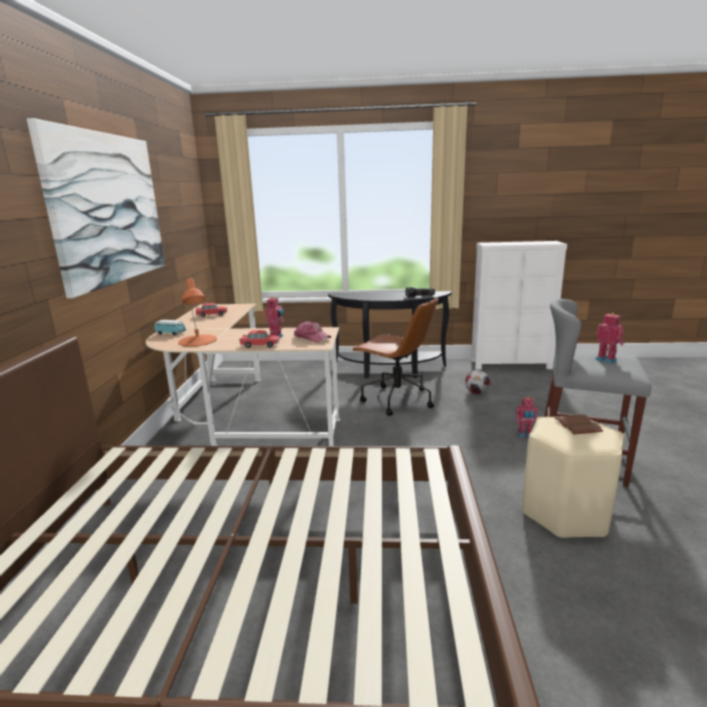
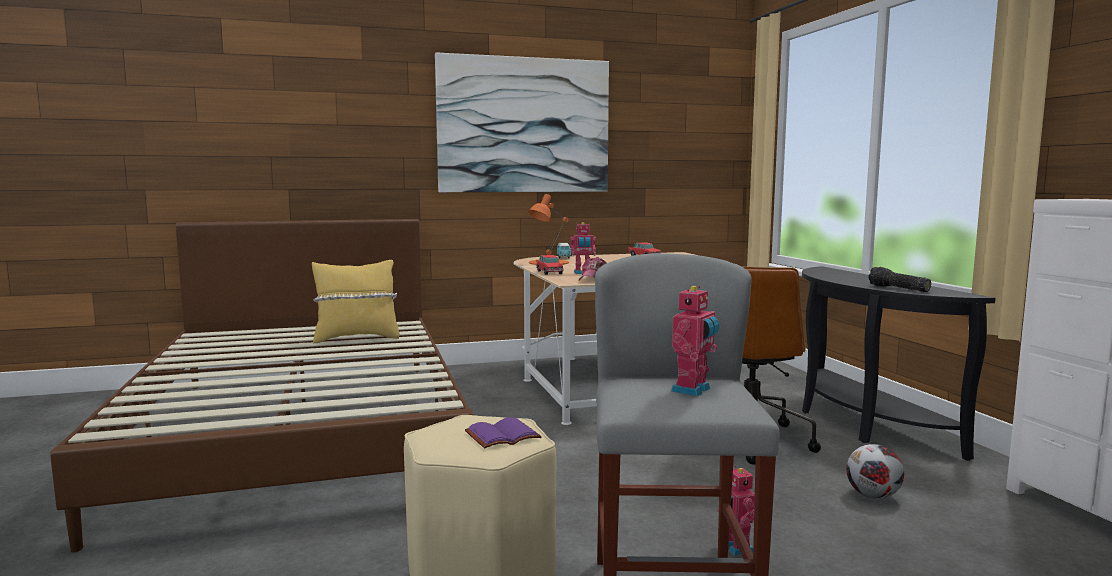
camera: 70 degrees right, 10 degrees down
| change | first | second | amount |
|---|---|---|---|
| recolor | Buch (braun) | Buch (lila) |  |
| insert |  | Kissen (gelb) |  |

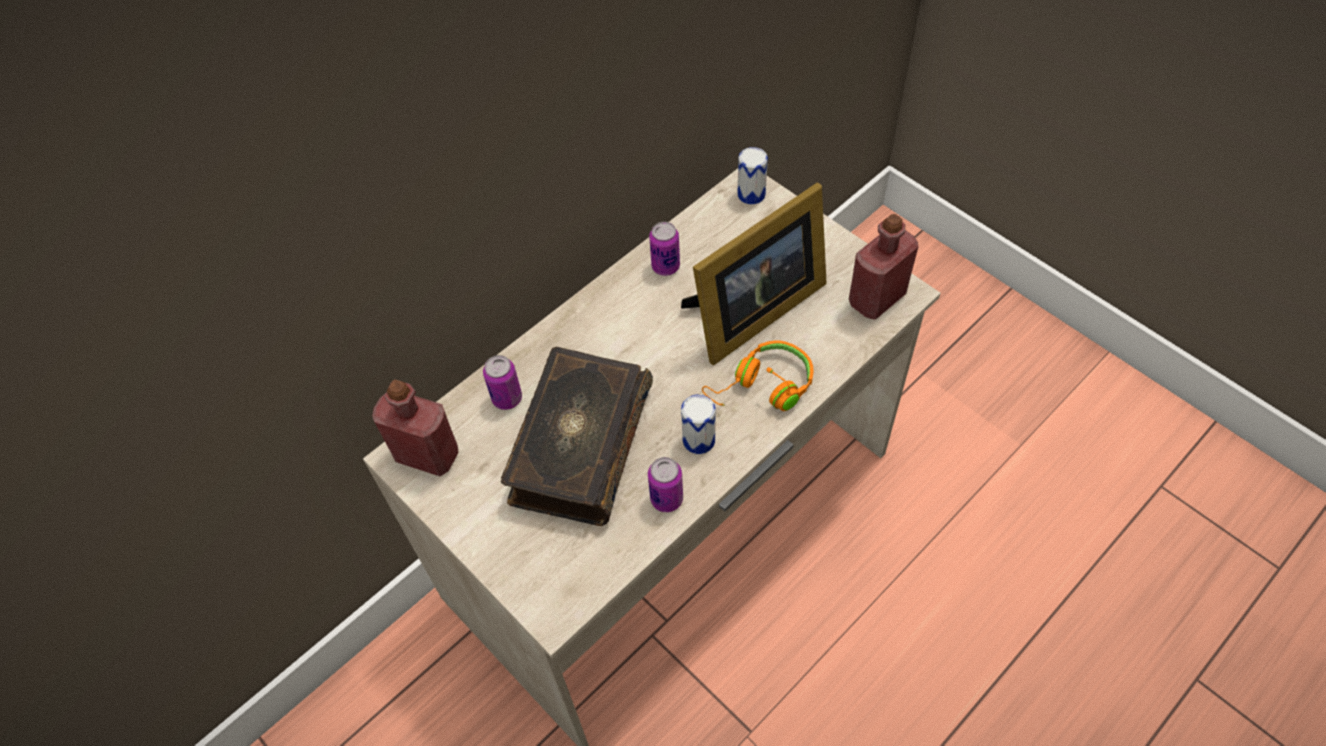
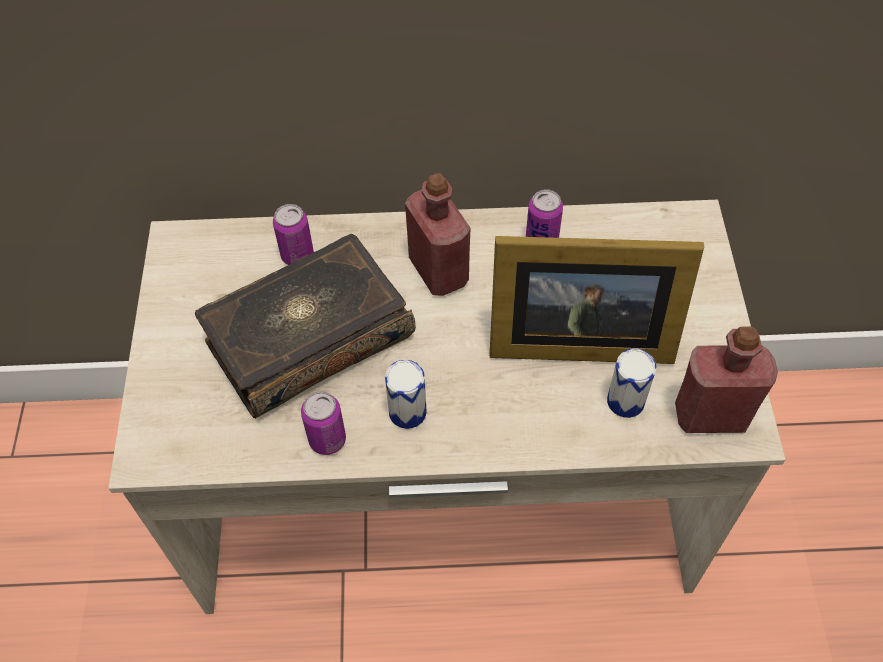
camera: 40 degrees right, 0 degrees up
| change | first | second | amount |
|---|---|---|---|
| move | Dose (5th from left) |  |  |
| delete | Kopfhörer (orange) |  |  |
| move | Flasche (rot) (1st from left) |  |  |

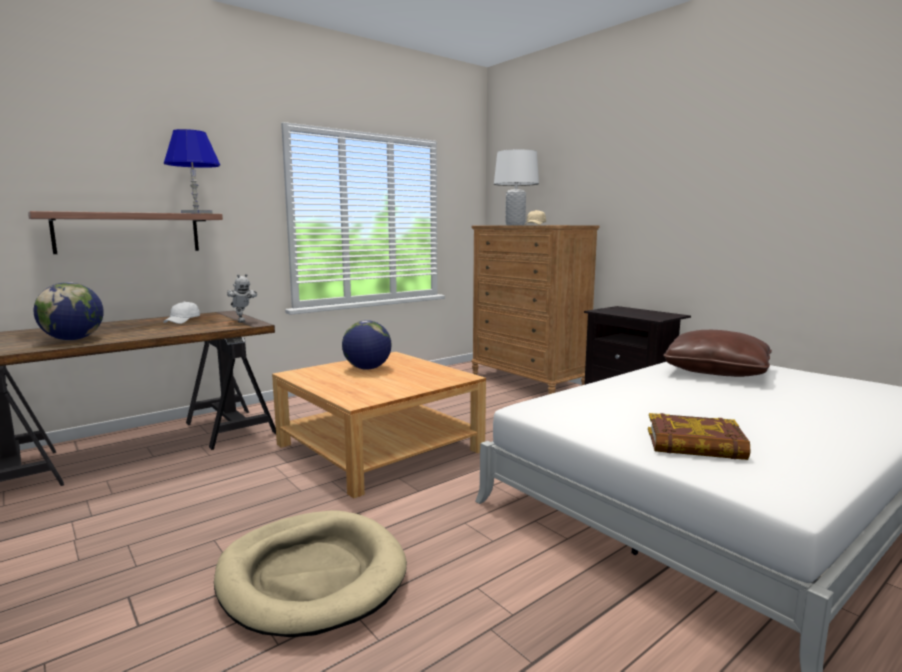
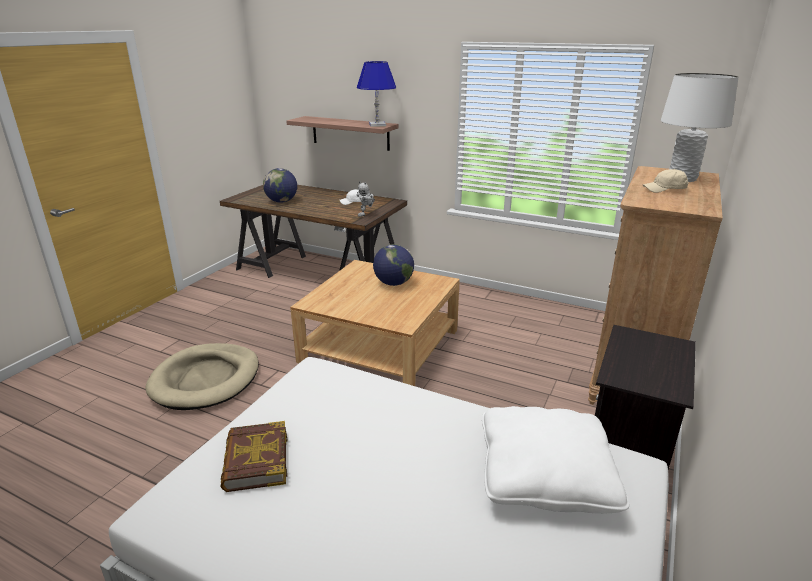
camera: 65 degrees right, 15 degrees up
| change | first | second | amount |
|---|---|---|---|
| recolor | Kissen (braun) | Kissen (weiß) |  |

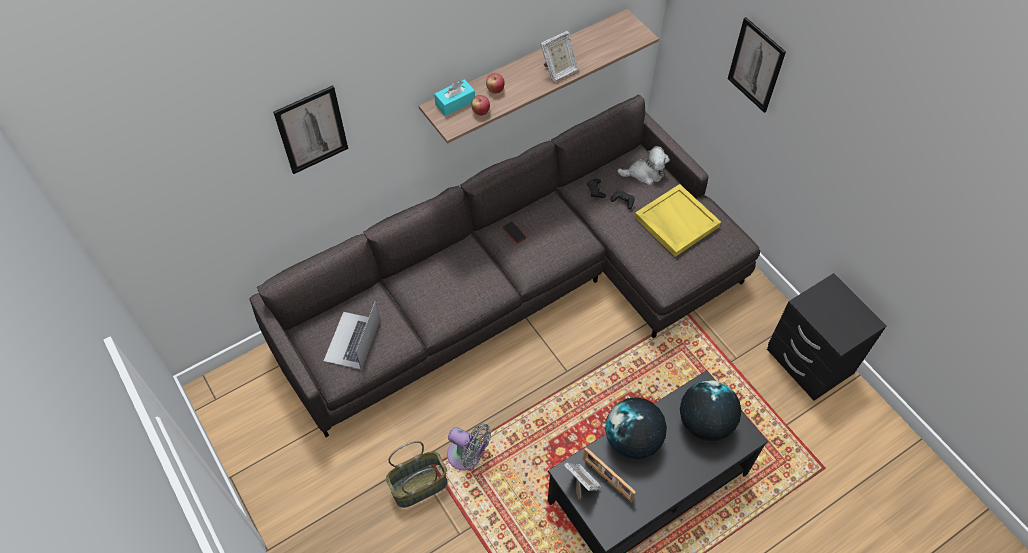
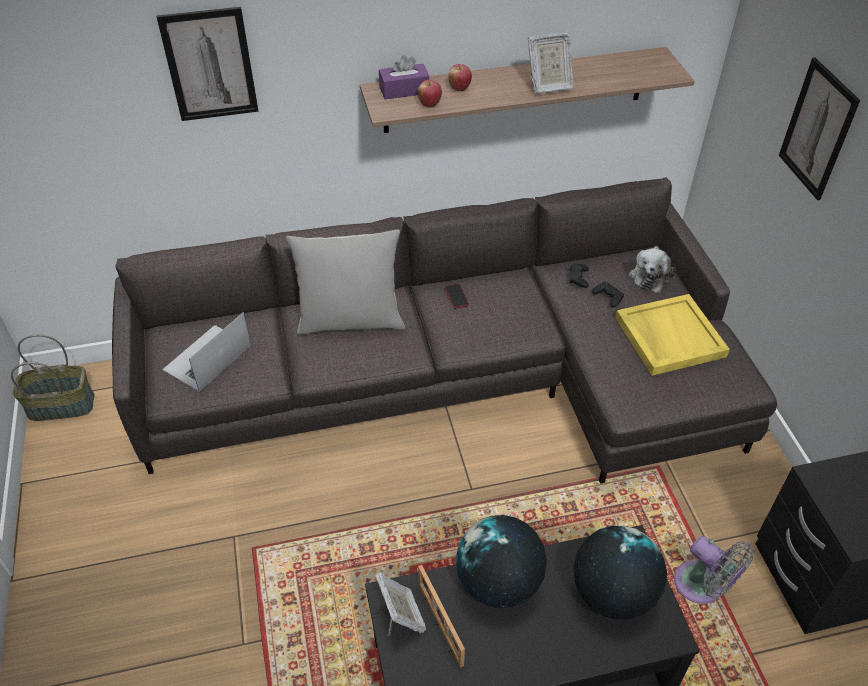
camera: 20 degrees right, 10 degrees down
| change | first | second | amount |
|---|---|---|---|
| recolor | Taschentuchbox (türkis) | Taschentuchbox (lila) |  |
| rotate | Plüschtier |  | 90 degrees clockwise |
| move | Ventilator (grau) |  |  |
| move | Korb |  |  |
| insert |  | Kissen (grau) |  |

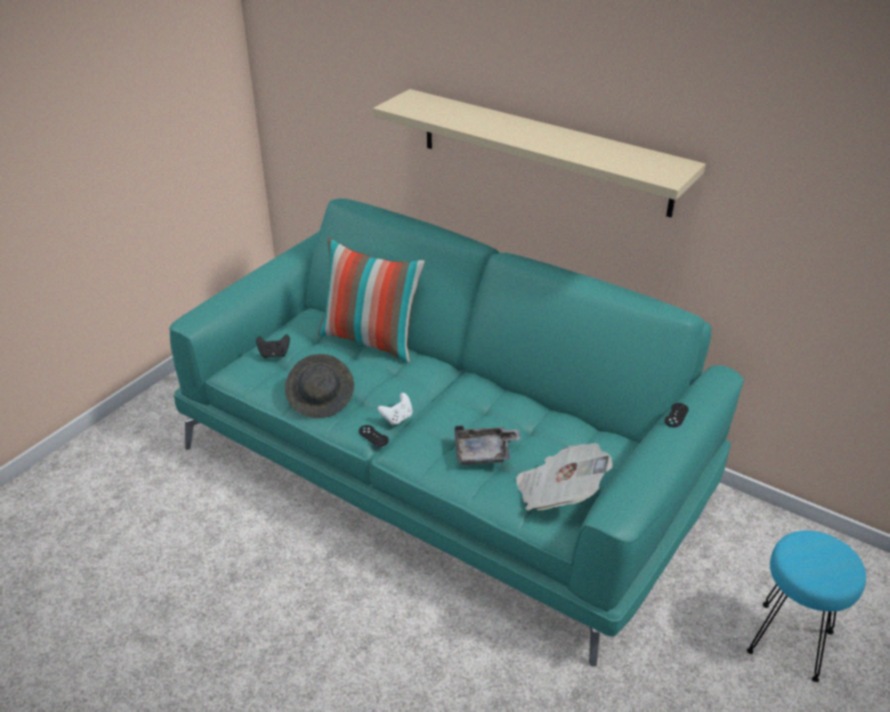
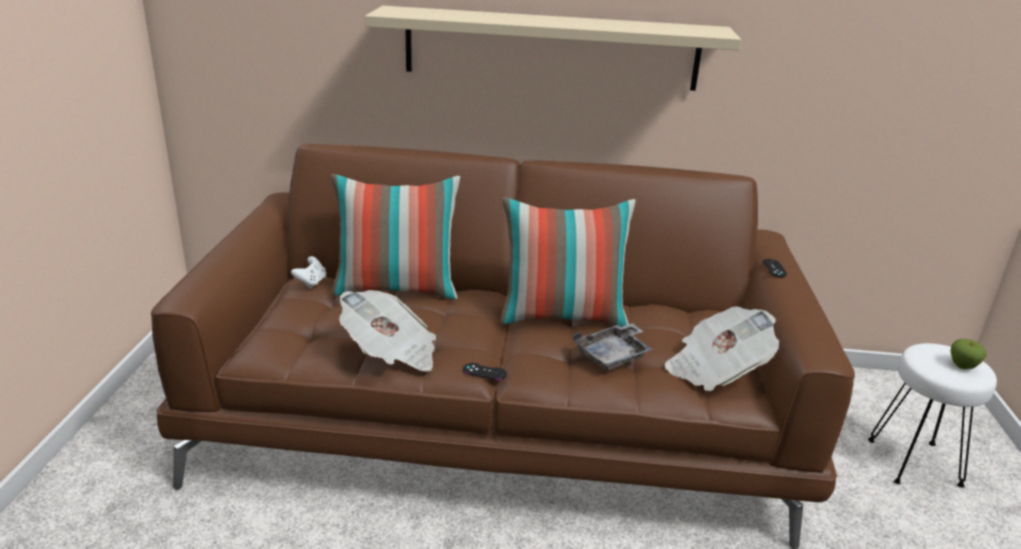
camera: 30 degrees left, 10 degrees down
| change | first | second | amount |
|---|---|---|---|
| recolor | Sofa (türkis) | Sofa (braun) |  |
| delete | Gamepad (schwarz) (1st from left) |  |  |
| replace | Hut (grau) | Zeitung (1st from left) |  |
| move | Gamepad (weiß) |  |  |
| recolor | Hocker (türkis) | Hocker (weiß) |  |
| insert |  | Kissen (2nd from left) |  |
| insert |  | Apfel |  |

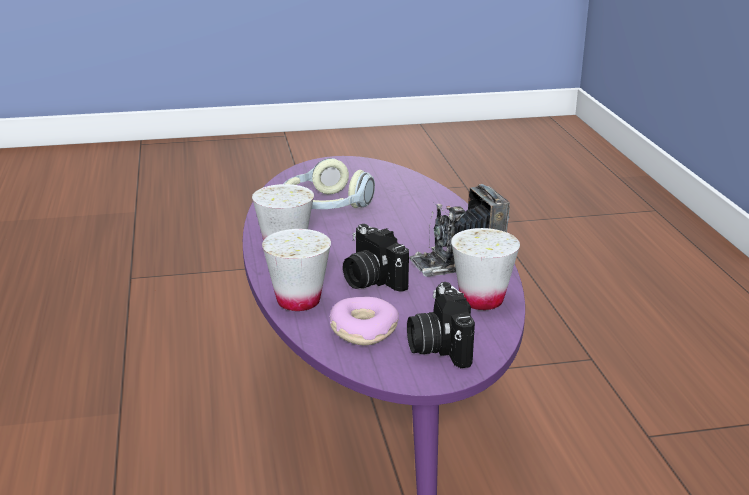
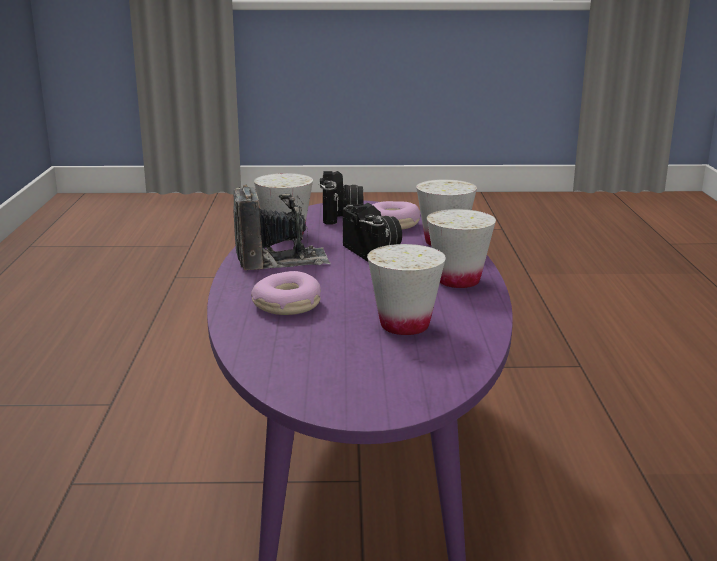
camera: 170 degrees left, 5 degrees down
| change | first | second | amount |
|---|---|---|---|
| replace | Kopfhörer | Tasse (weiß) (2nd from left) |  |
| insert |  | Donut (1st from left) |  |

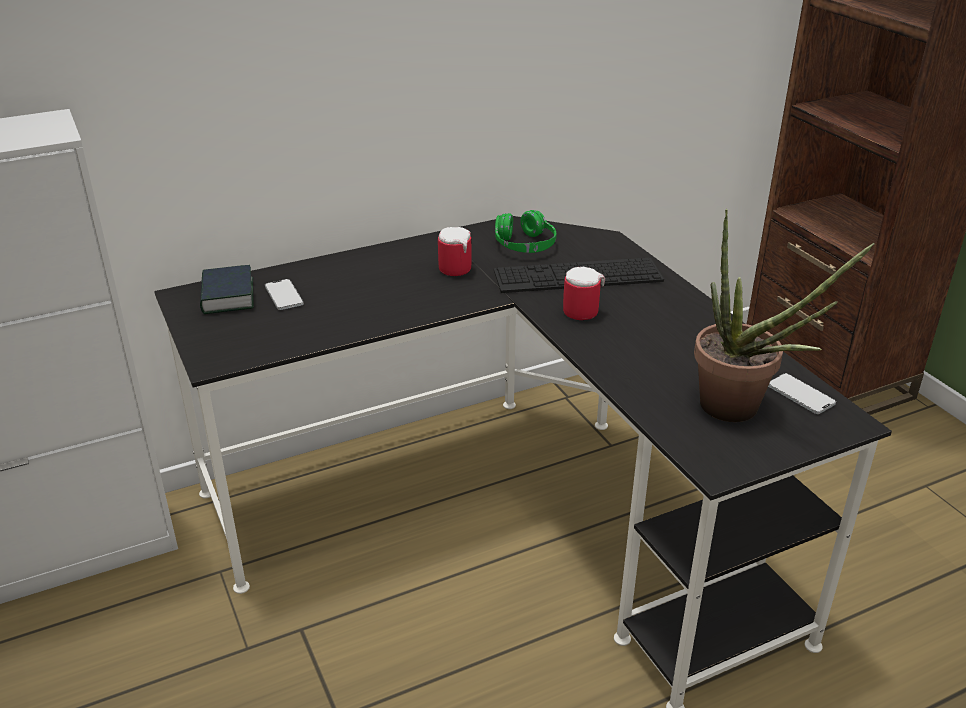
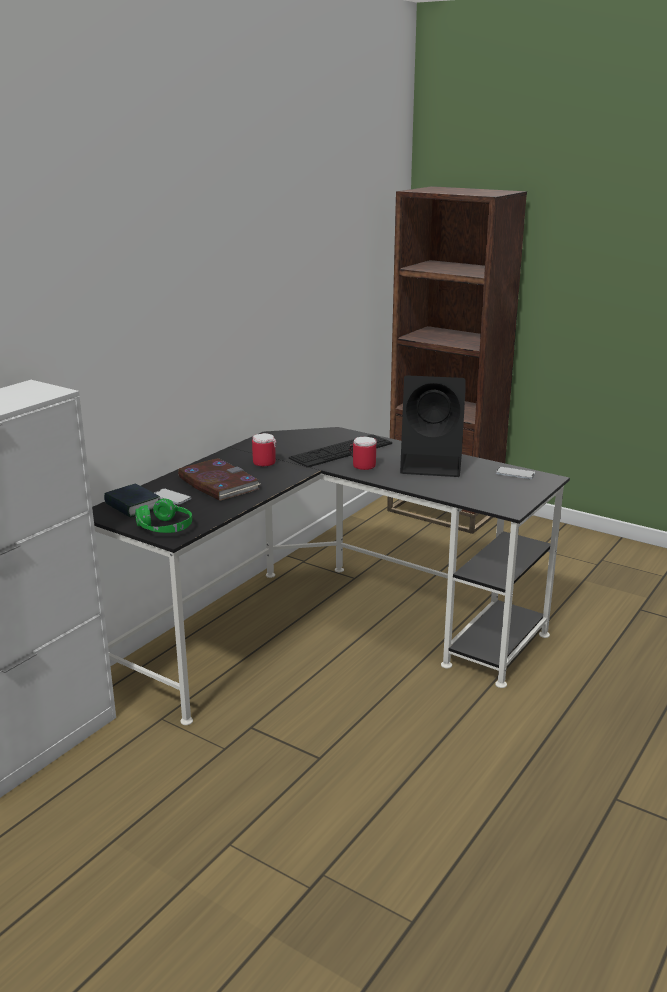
camera: 30 degrees left, 10 degrees down
| change | first | second | amount |
|---|---|---|---|
| delete | Topfpflanze |  |  |
| move | Kopfhörer (grün) |  |  |
| insert |  | Lautsprecher (schwarz) |  |
| insert |  | Buch (2nd from left) |  |

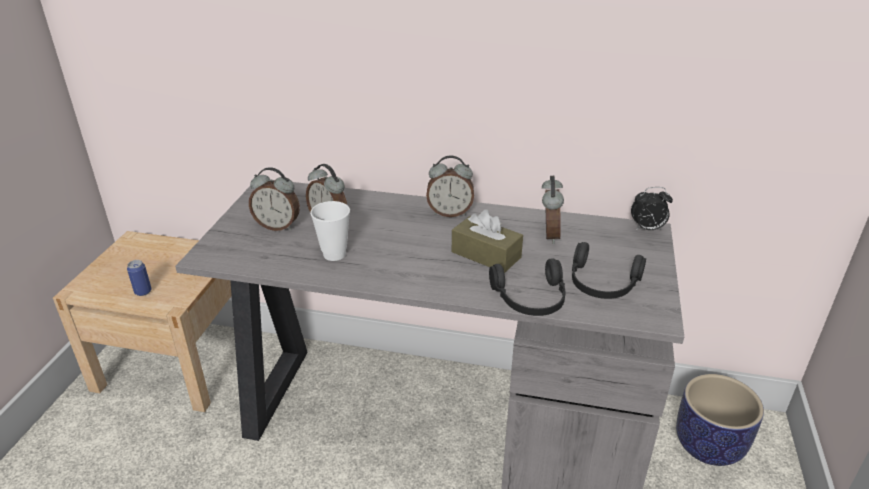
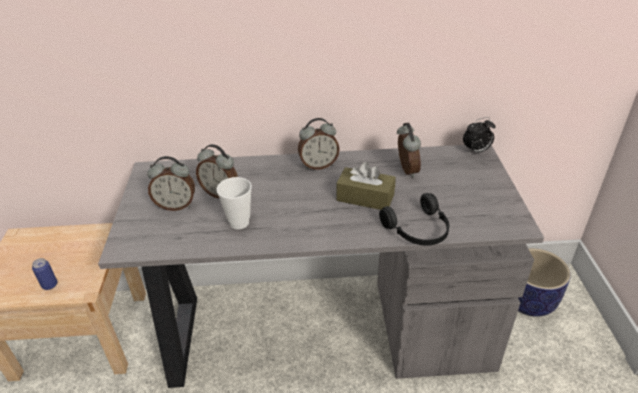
camera: 15 degrees left, 5 degrees up
| change | first | second | amount |
|---|---|---|---|
| delete | Kopfhörer (schwarz) (2nd from left) |  |  |

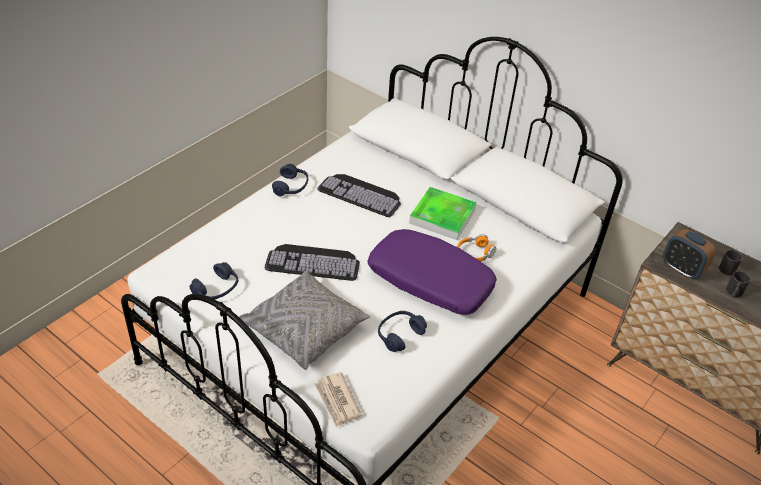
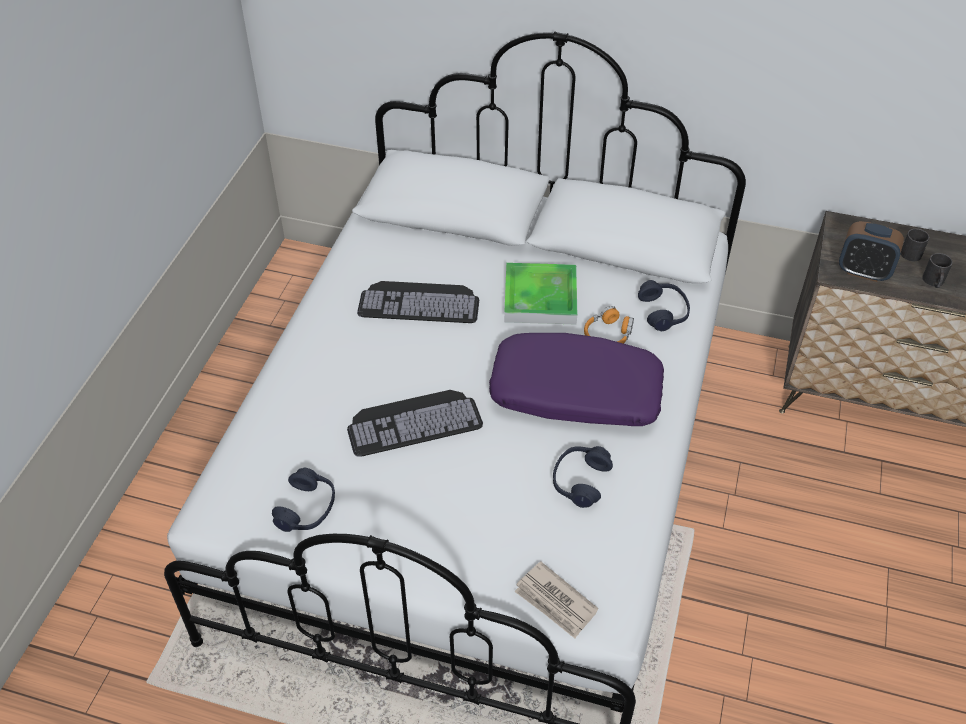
camera: 20 degrees left, 5 degrees up
| change | first | second | amount |
|---|---|---|---|
| move | Kopfhörer (blau) (2nd from left in the first image) | Kopfhörer (blau) (3rd from left) |  |
| delete | Kissen (grau) |  |  |

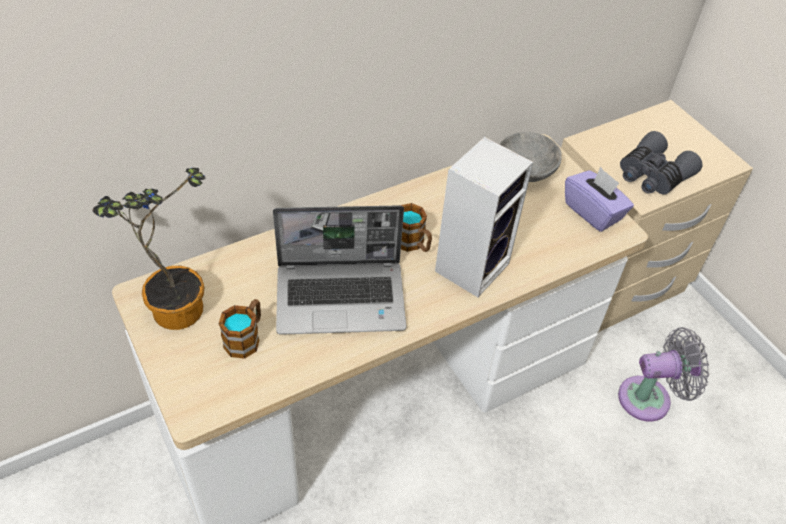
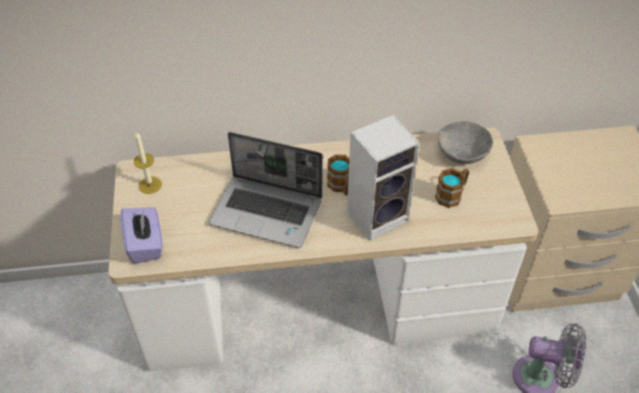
camera: 25 degrees right, 0 degrees up
| change | first | second | amount |
|---|---|---|---|
| delete | Fernglas (grau) |  |  |
| move | Taschentuchbox (lila) |  |  |
| replace | Topfpflanze | Kerze |  |
| move | Henkelbecher (1st from left in the first image) | Henkelbecher (2nd from left) |  |

